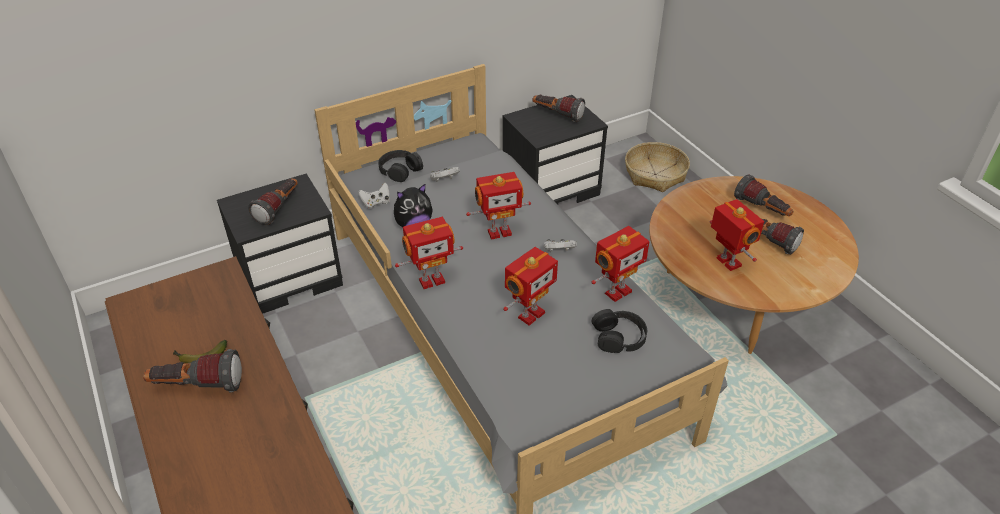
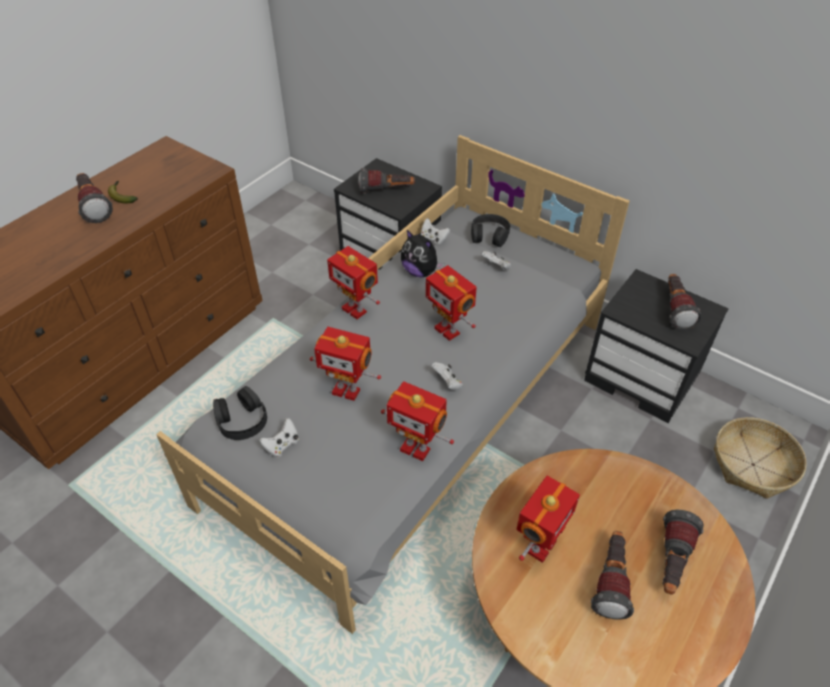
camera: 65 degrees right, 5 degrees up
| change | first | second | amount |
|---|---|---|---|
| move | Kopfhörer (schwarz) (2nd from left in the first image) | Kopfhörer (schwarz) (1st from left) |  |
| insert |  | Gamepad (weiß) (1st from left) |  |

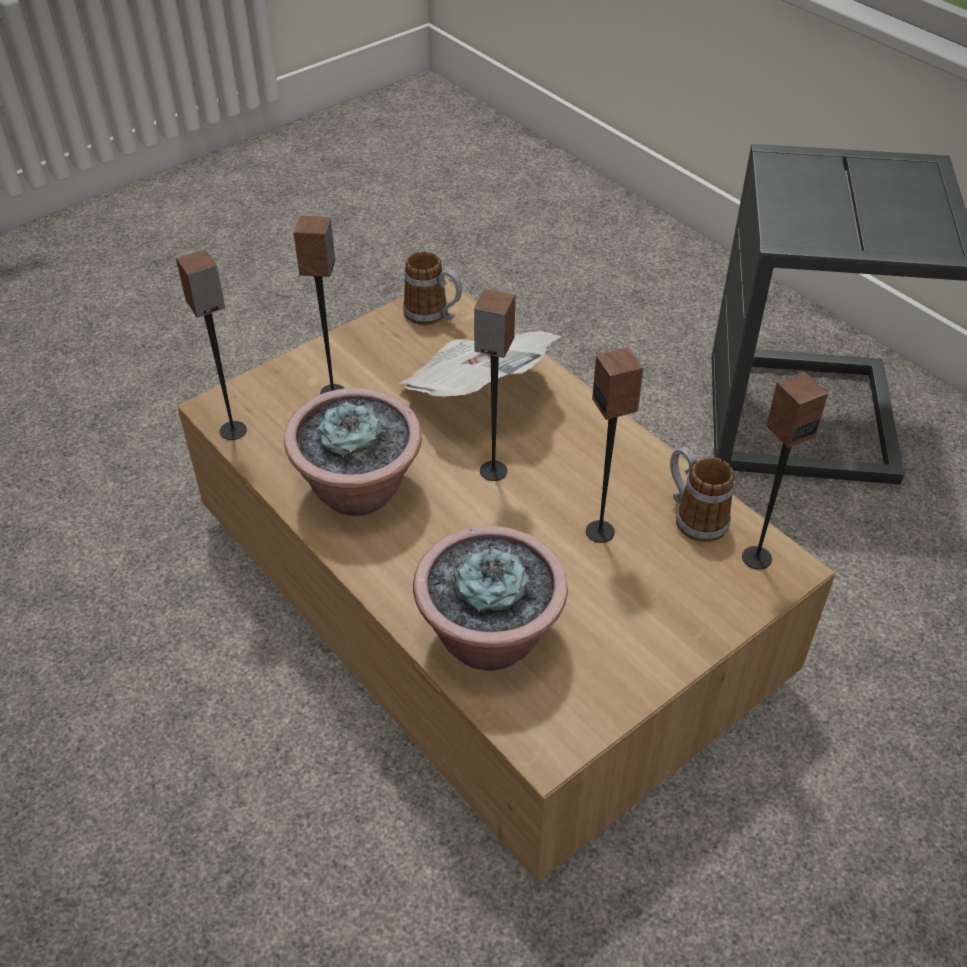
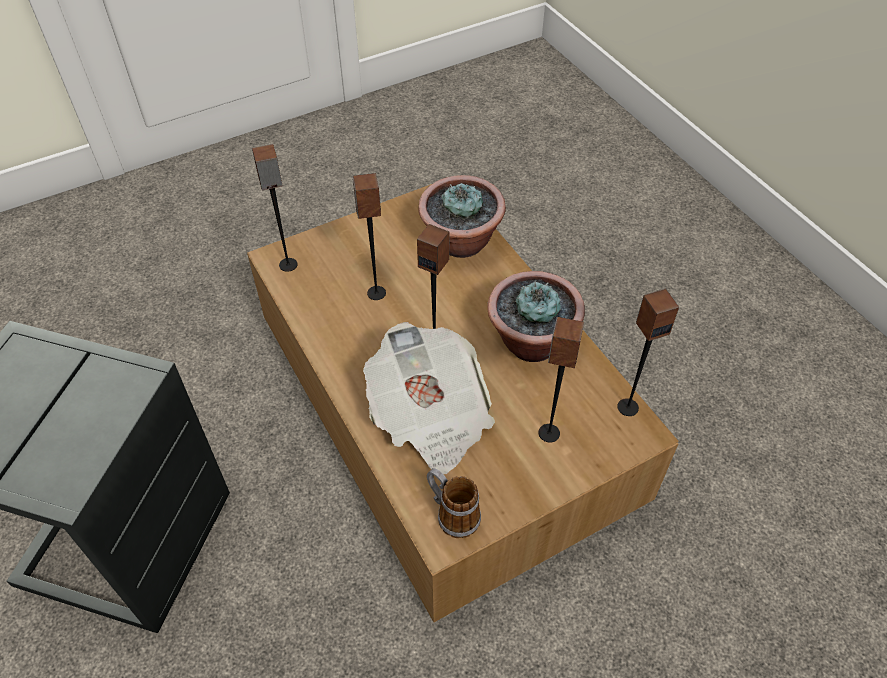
camera: 170 degrees left, 5 degrees up
| change | first | second | amount |
|---|---|---|---|
| delete | Henkelbecher (2nd from left) |  |  |

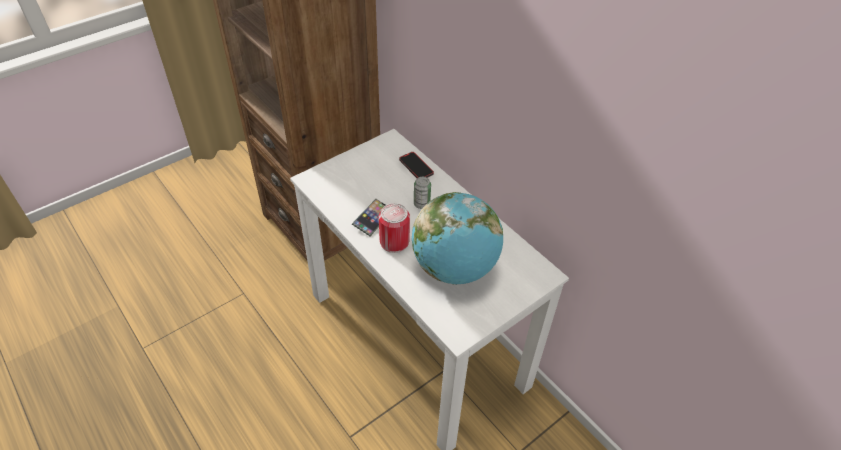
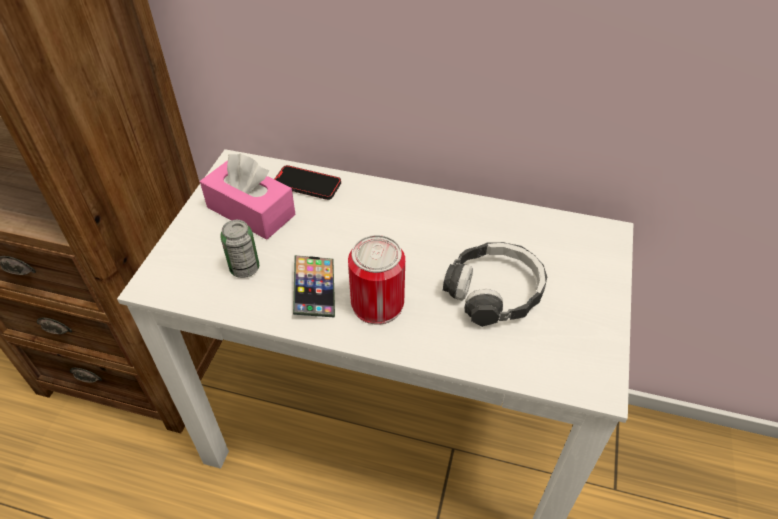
camera: 35 degrees left, 0 degrees up
| change | first | second | amount |
|---|---|---|---|
| move | Dose (2nd from left in the first image) | Dose (1st from left) |  |
| replace | Globus | Kopfhörer |  |
| insert |  | Taschentuchbox (rosa) |  |

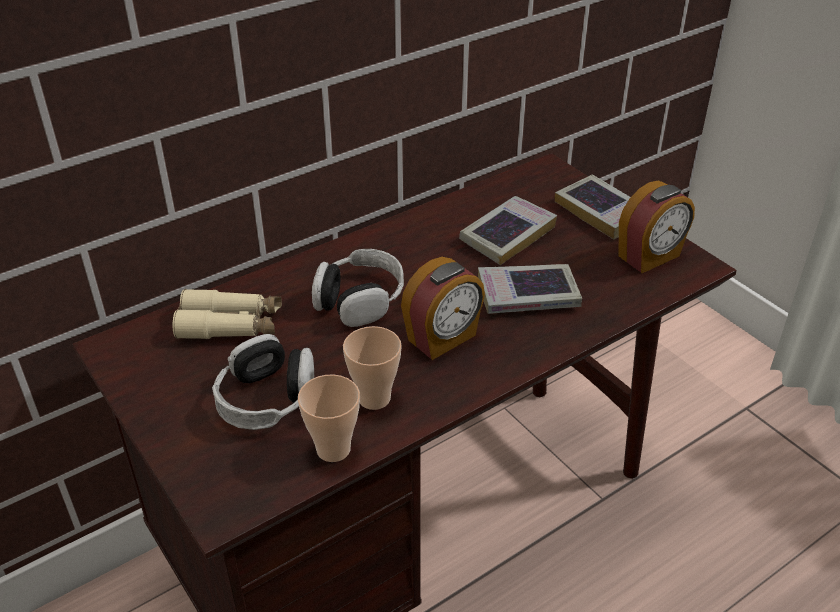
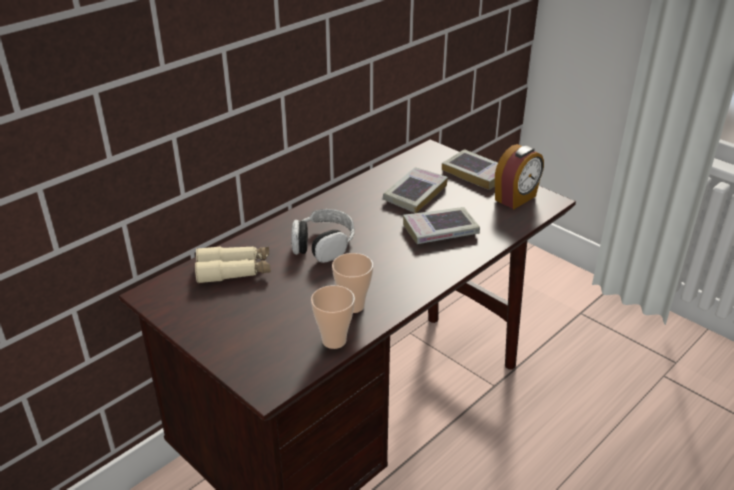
camera: 10 degrees left, 5 degrees down
| change | first | second | amount |
|---|---|---|---|
| delete | Wecker (1st from left) |  |  |
| delete | Kopfhörer (1st from left) |  |  |

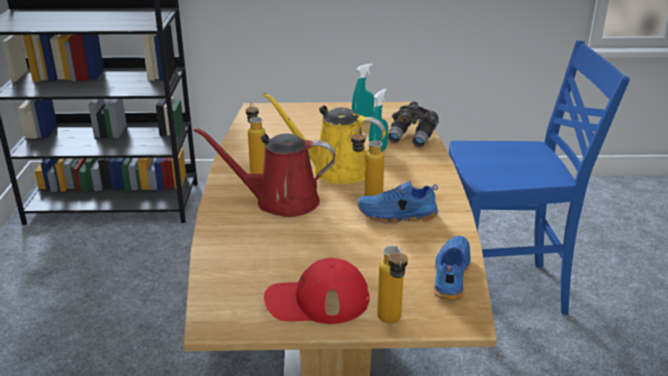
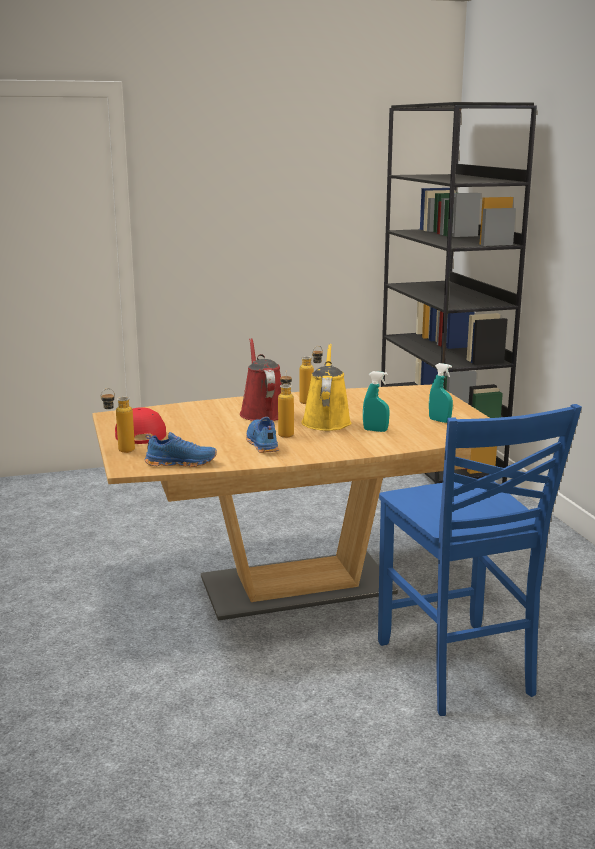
camera: 75 degrees right, 10 degrees down
| change | first | second | amount |
|---|---|---|---|
| delete | Fernglas (grau) |  |  |

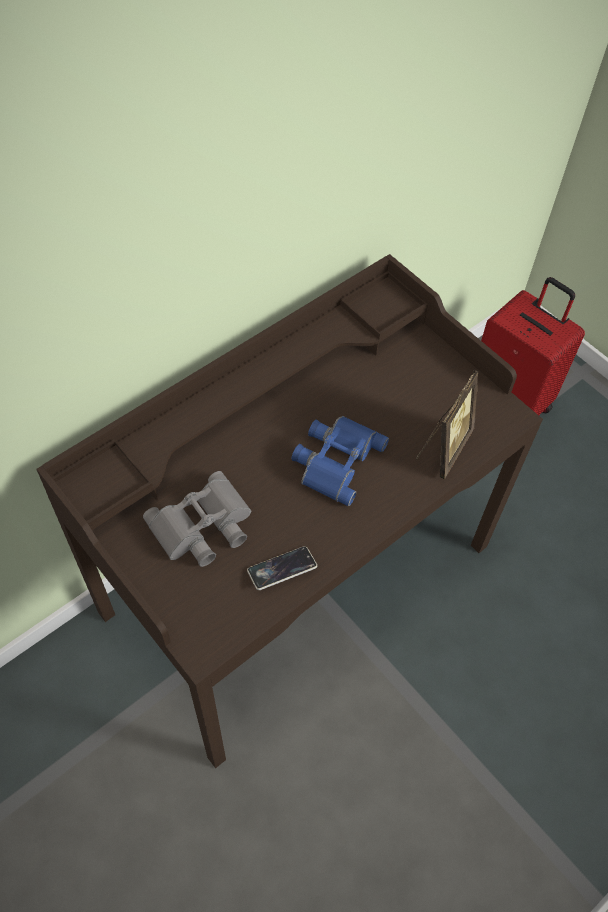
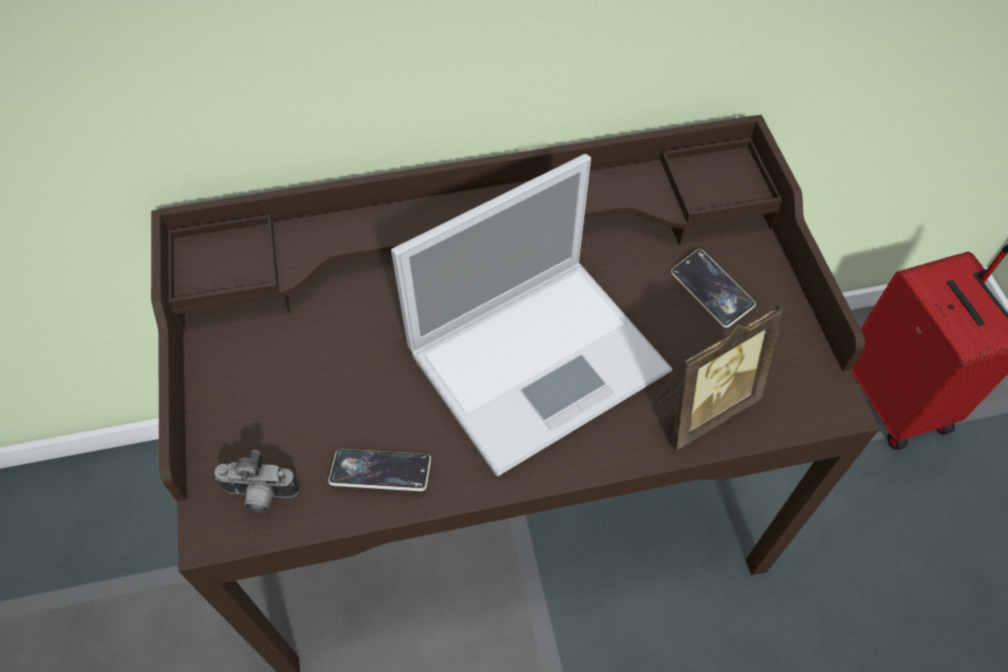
camera: 30 degrees right, 0 degrees up
| change | first | second | amount |
|---|---|---|---|
| replace | Fernglas (blau) | Laptop |  |
| delete | Fernglas (grau) |  |  |
| insert |  | Handy (2nd from left) |  |
| insert |  | Kamera |  |

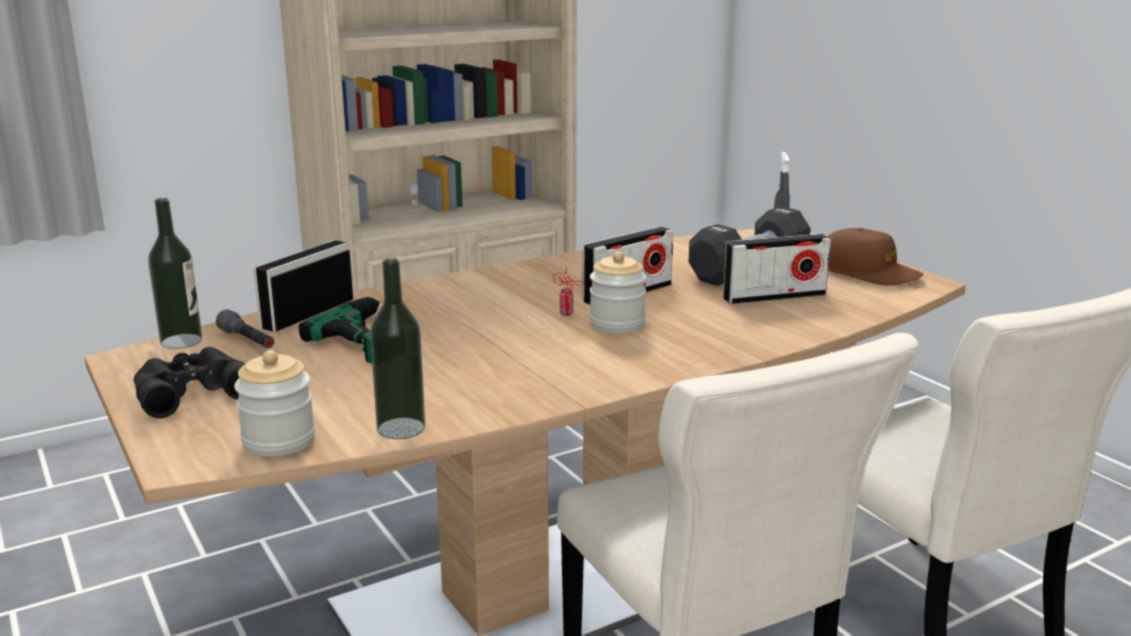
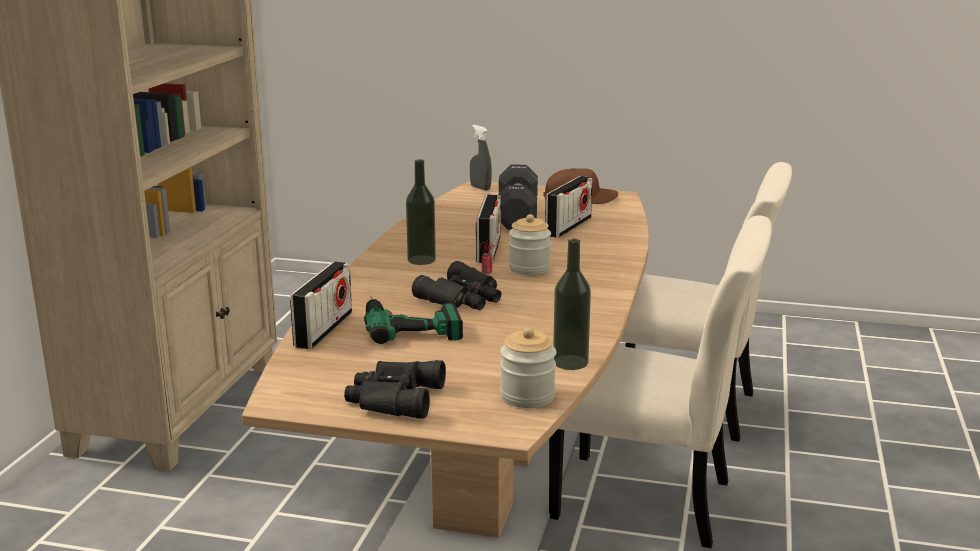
camera: 45 degrees left, 0 degrees up
| change | first | second | amount |
|---|---|---|---|
| move | Flasche (1st from left) |  |  |
| rotate | Radio (1st from left) |  | 150 degrees counterclockwise |
| delete | Taschenlampe (grau) |  |  |
| insert |  | Fernglas (schwarz) (2nd from left) |  |

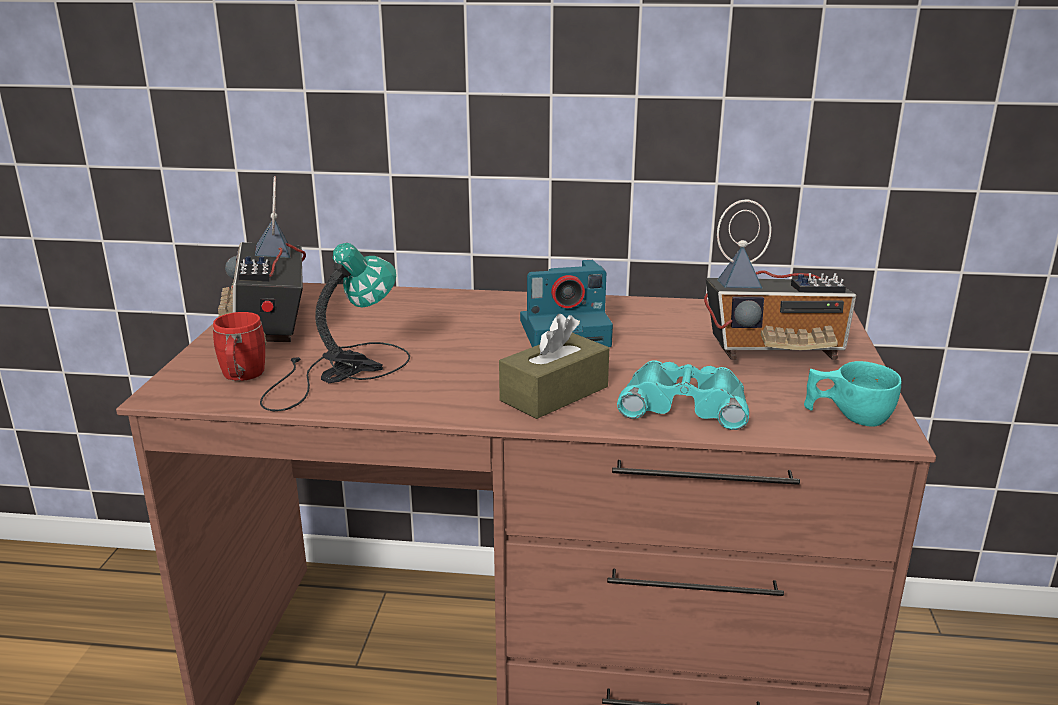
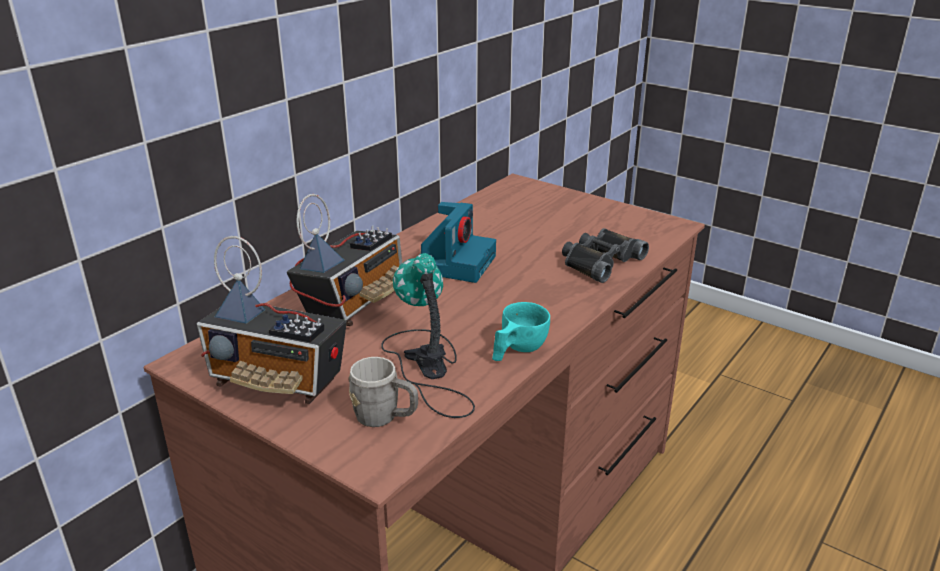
camera: 60 degrees left, 5 degrees up
| change | first | second | amount |
|---|---|---|---|
| move | Radio (2nd from left) |  |  |
| recolor | Henkelbecher (rot) | Henkelbecher (grau) |  |
| delete | Taschentuchbox (braun) |  |  |
| recolor | Fernglas (türkis) | Fernglas (schwarz) |  |
| move | Tasse (türkis) |  |  |

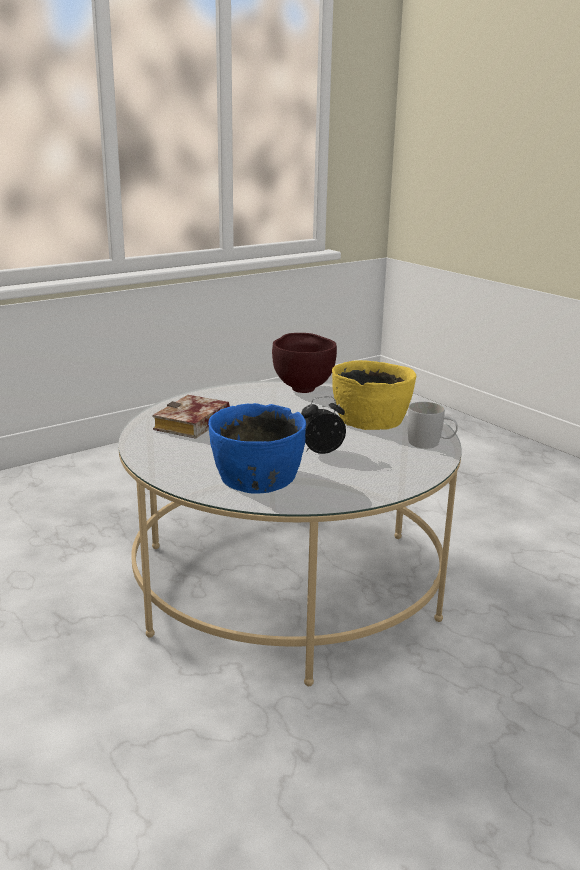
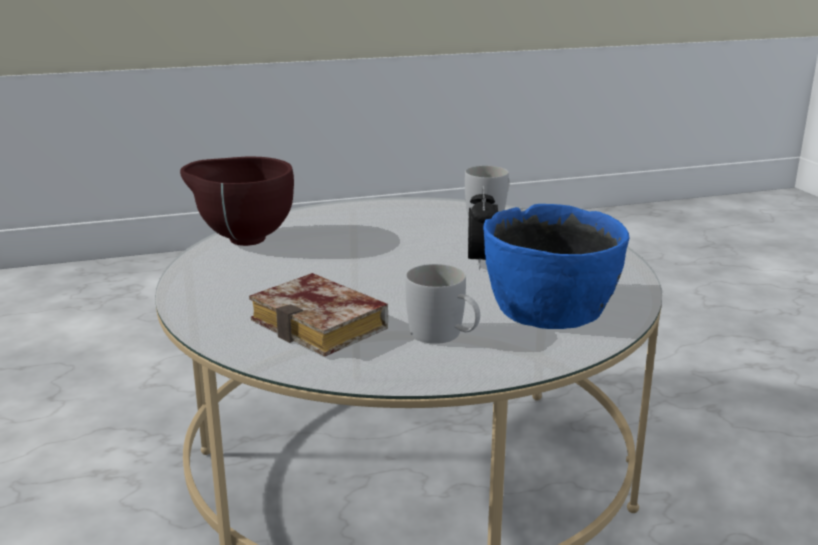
camera: 70 degrees left, 0 degrees up
| change | first | second | amount |
|---|---|---|---|
| delete | Schüssel (gelb) |  |  |
| insert |  | Henkelbecher (weiß) (1st from left) |  |

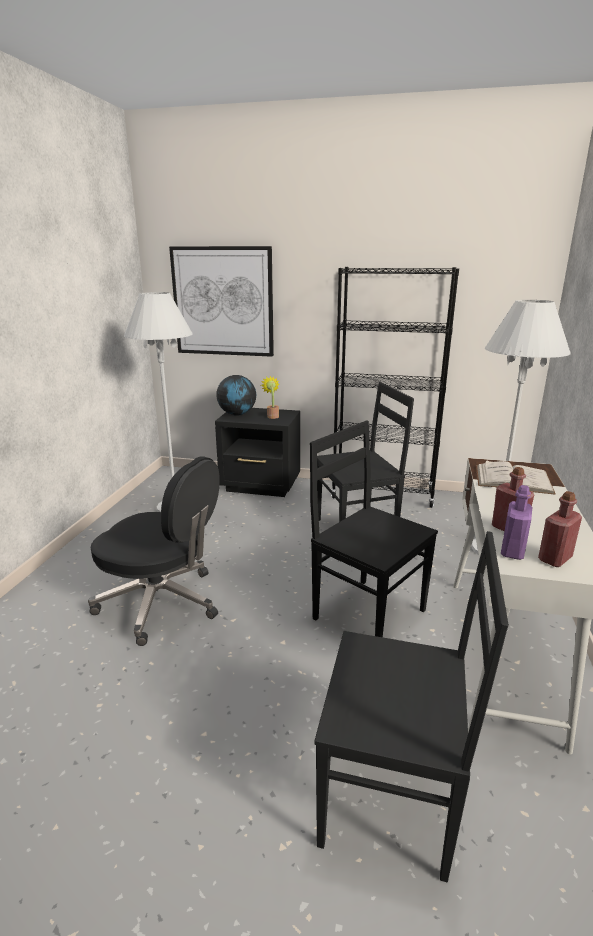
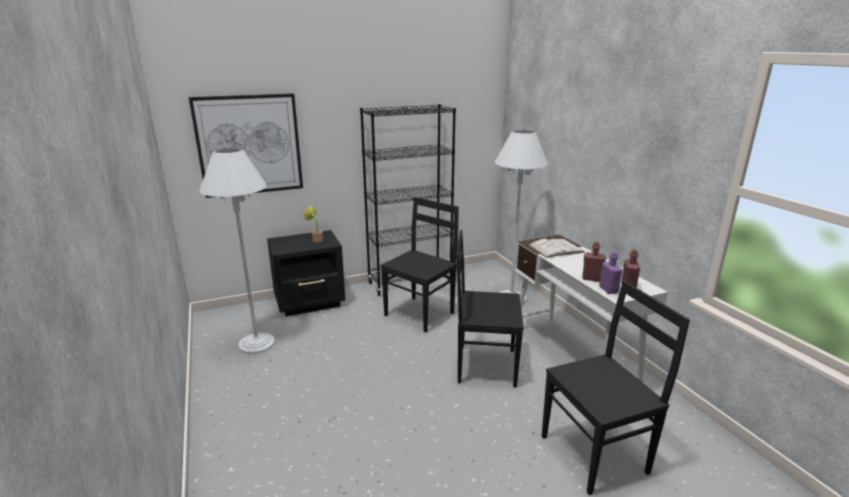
camera: 35 degrees left, 0 degrees up
| change | first | second | amount |
|---|---|---|---|
| delete | Globus |  |  |
| delete | Bürostuhl (schwarz) |  |  |

